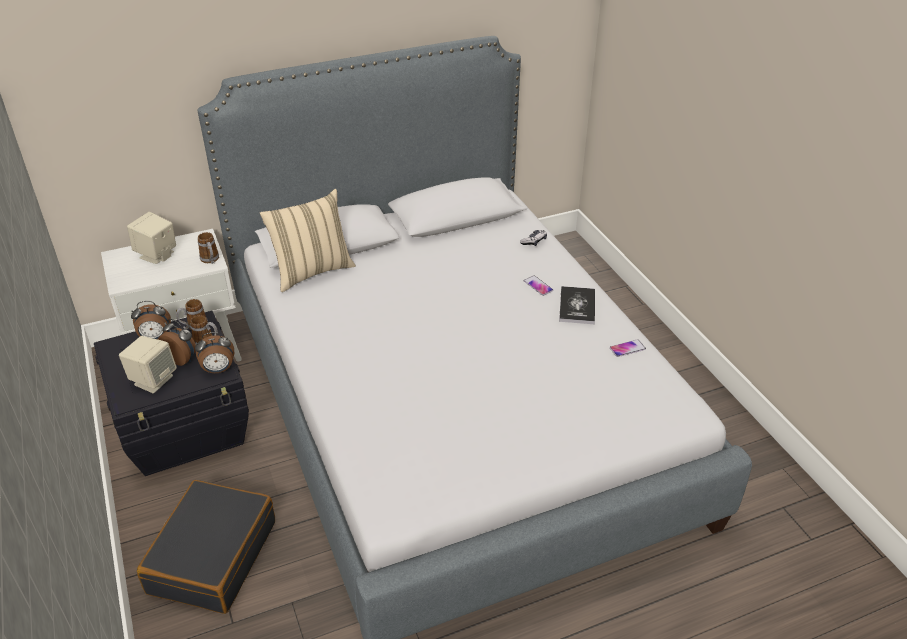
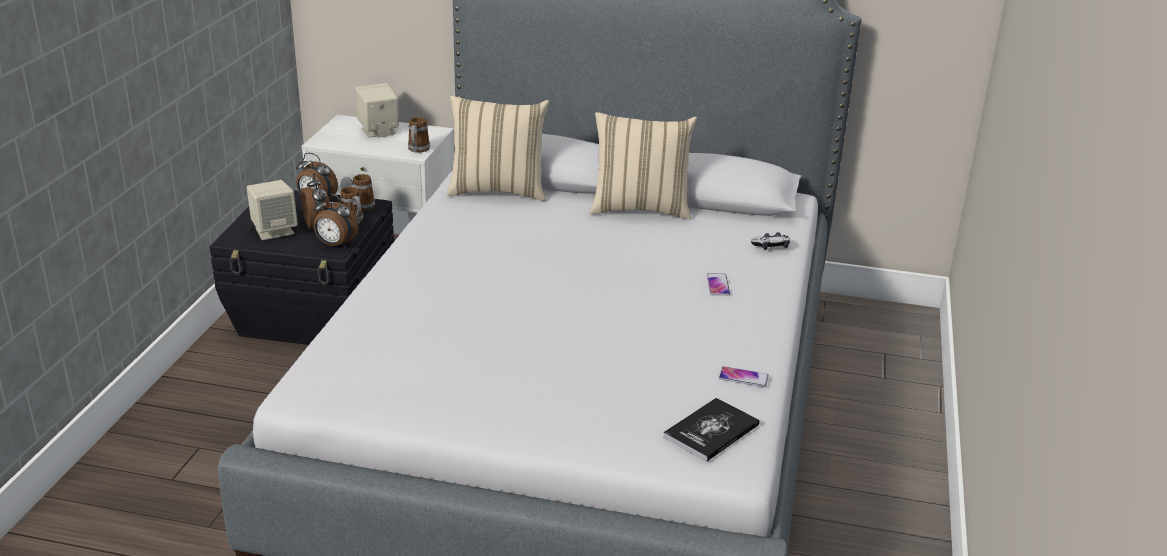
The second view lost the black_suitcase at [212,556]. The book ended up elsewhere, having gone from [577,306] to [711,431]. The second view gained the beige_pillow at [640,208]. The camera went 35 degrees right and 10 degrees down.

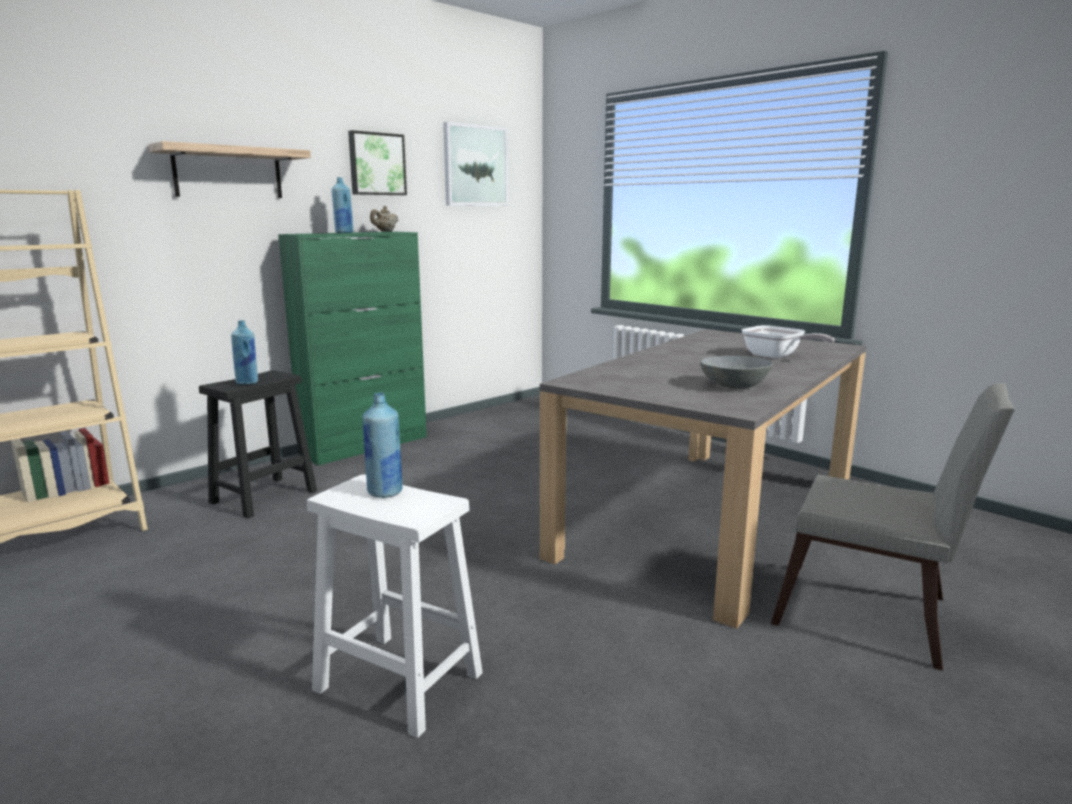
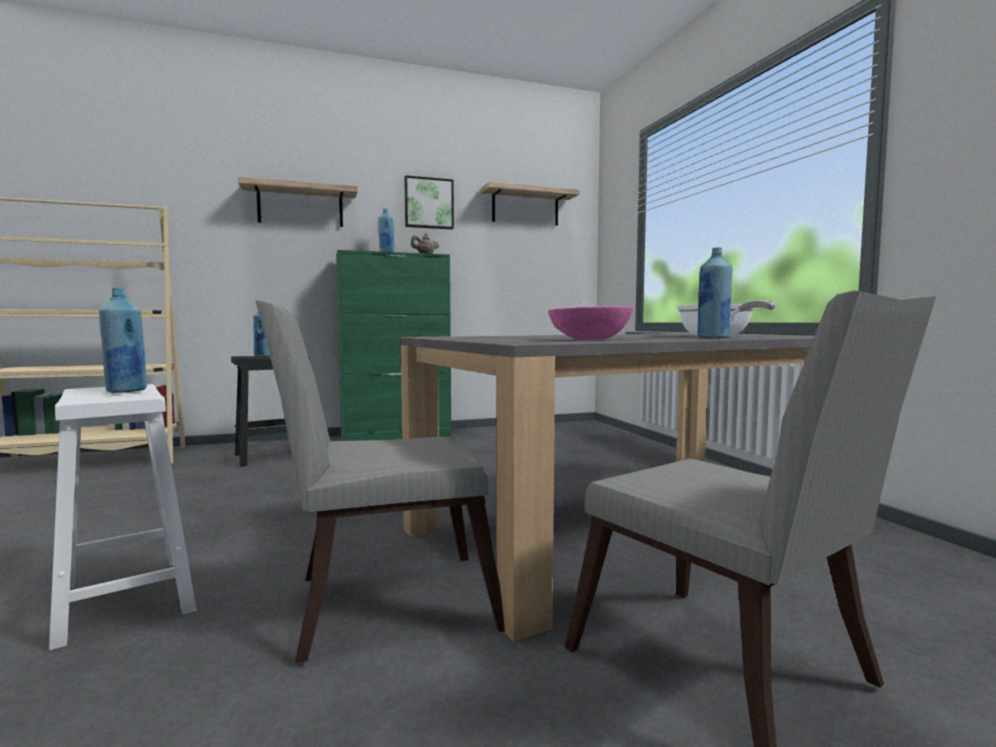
Where the picture hung at [475,166], the shelf came to hang at [525,207]. What was the grey_bowl at [735,386] turned into the pink_bowl at [590,339]. The second view gained the grey_chair at [380,603]. The second view gained the blue_bottle at [713,338]. The camera went 25 degrees right and 10 degrees down.

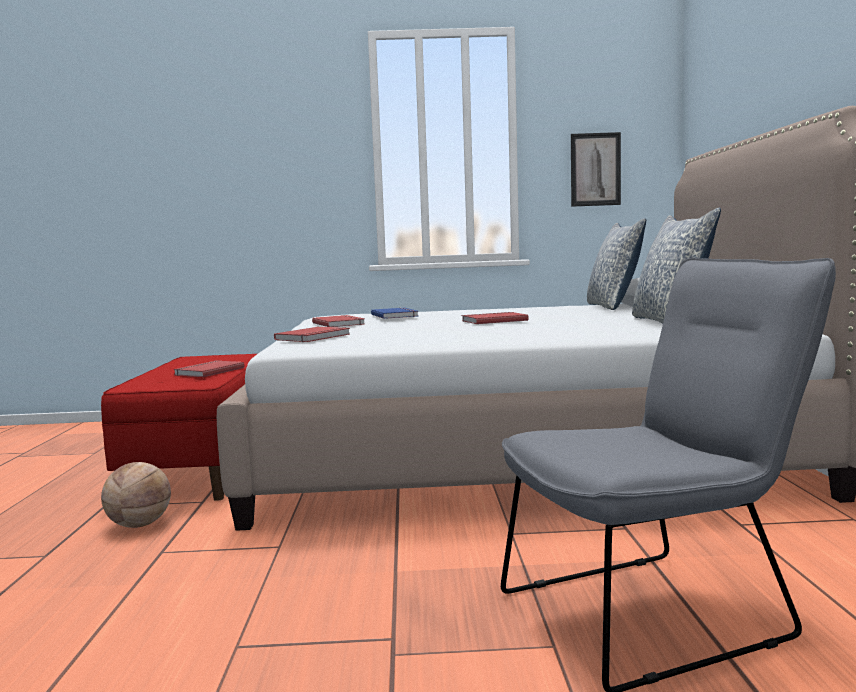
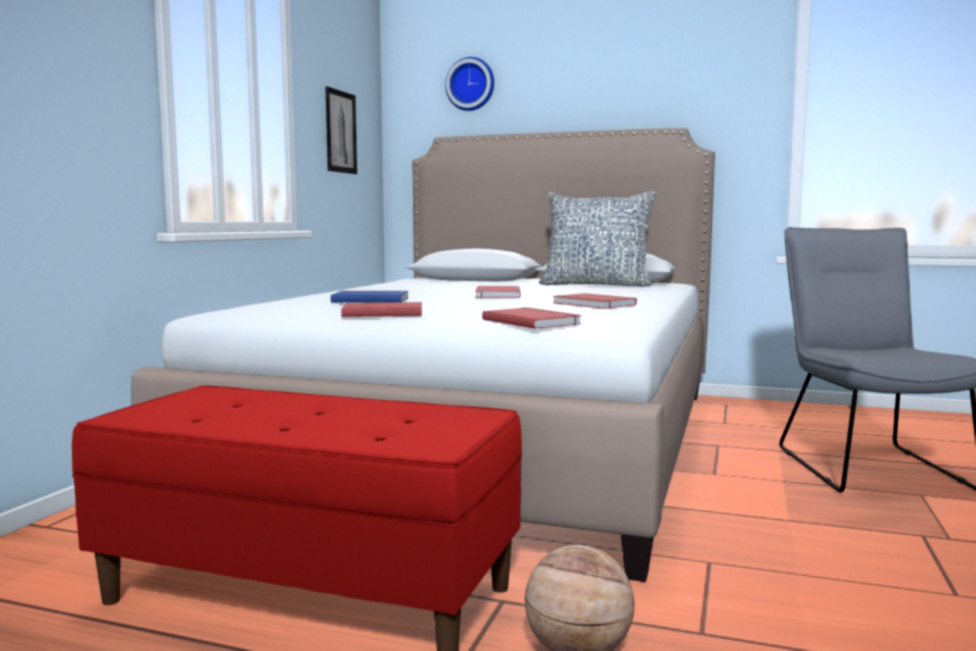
The red_book ended up elsewhere, having gone from [208,371] to [592,304]. The second view lost the pillow at [614,307]. The second view gained the wall_clock at [471,84]. The camera went 70 degrees left and 0 degrees up.

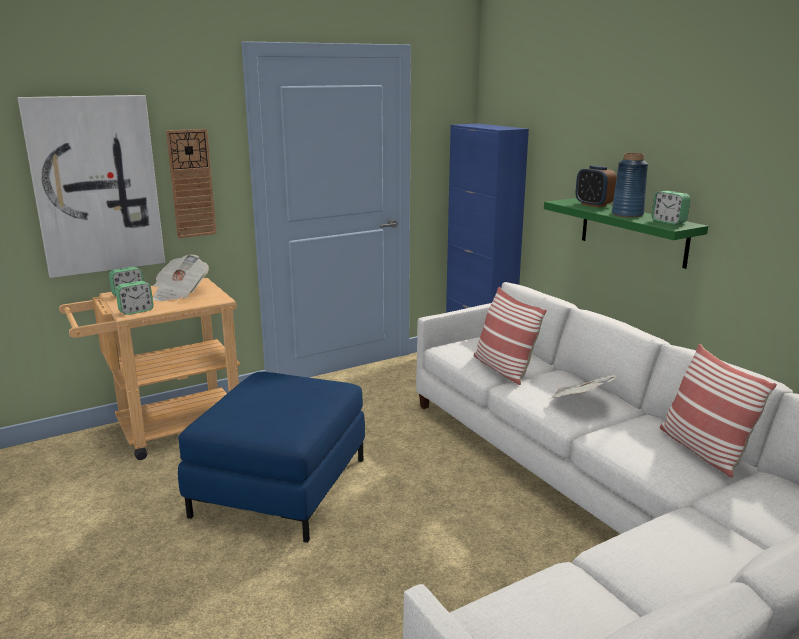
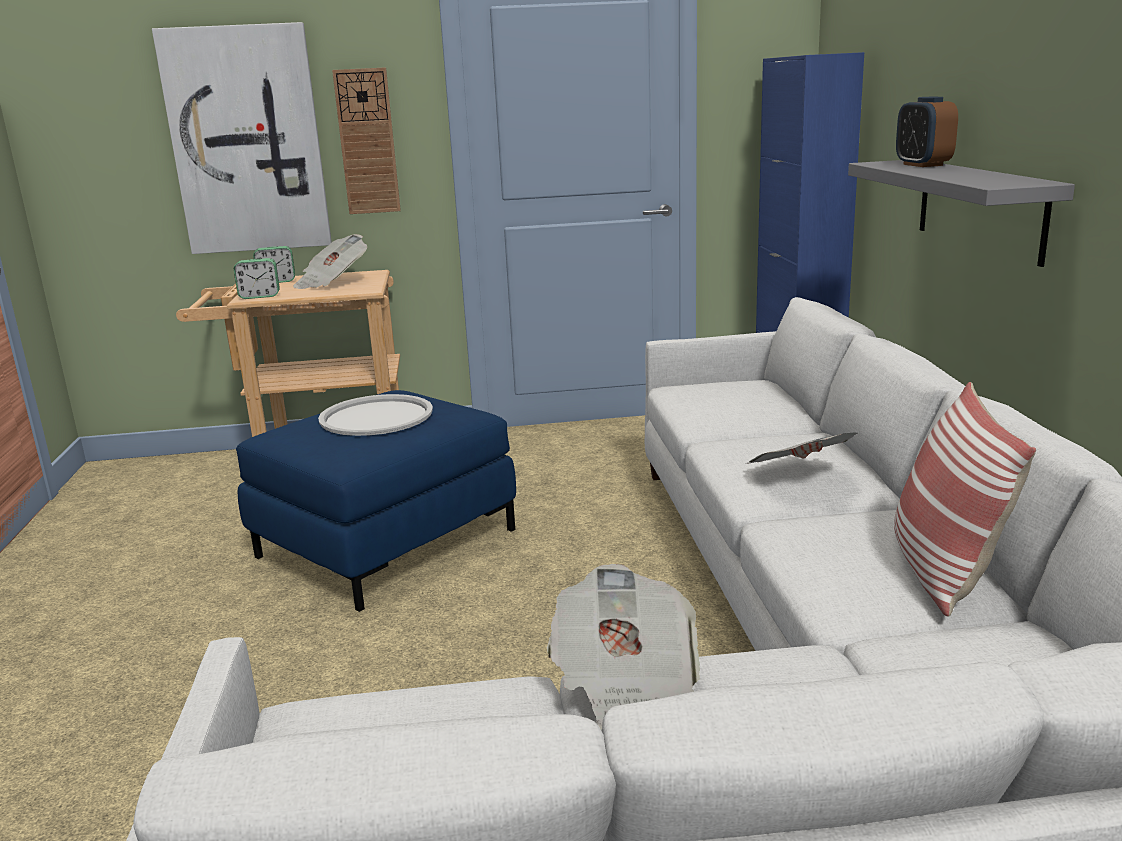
The second view lost the pillow at [503,369]. What was the green_shelf at [633,232] turned into the grey_shelf at [979,208]. The second view lost the blue_vase at [627,214]. The second view lost the alarm_clock at [668,221]. The second view gained the white_tray at [376,417]. The second view gained the newspaper at [625,684]. The camera went 25 degrees right and 0 degrees up.

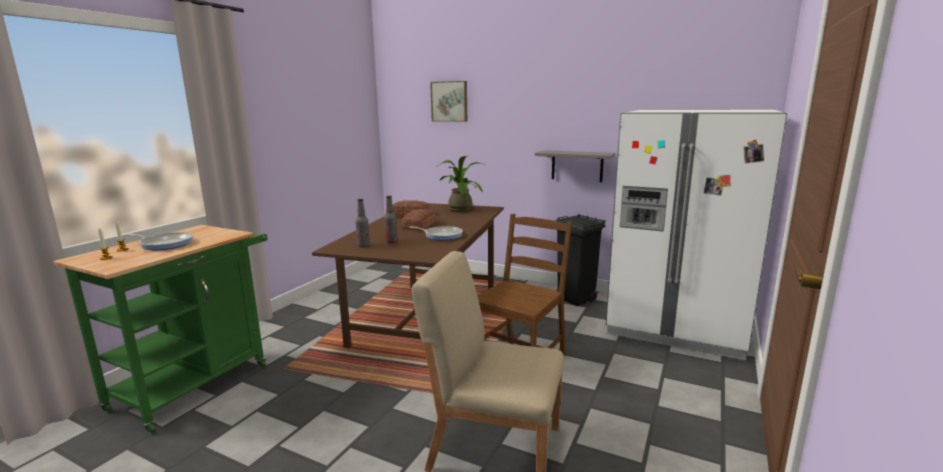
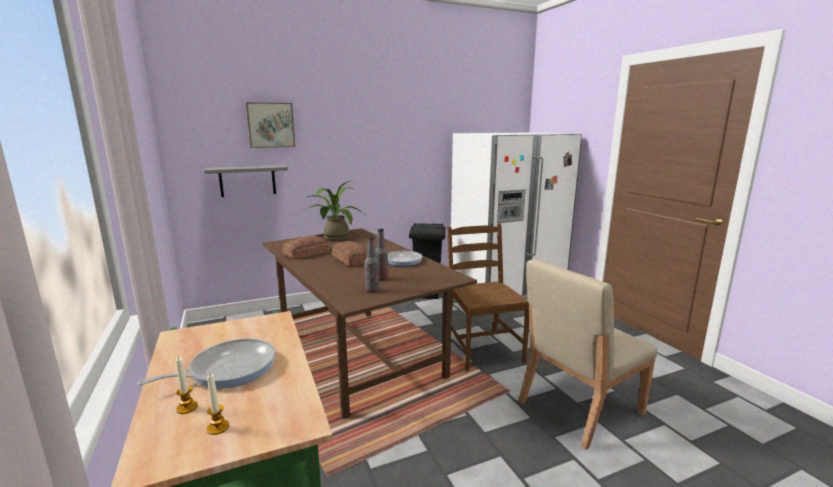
The grey_shelf ended up elsewhere, having gone from [577,166] to [247,181]. The camera went 50 degrees left and 0 degrees up.

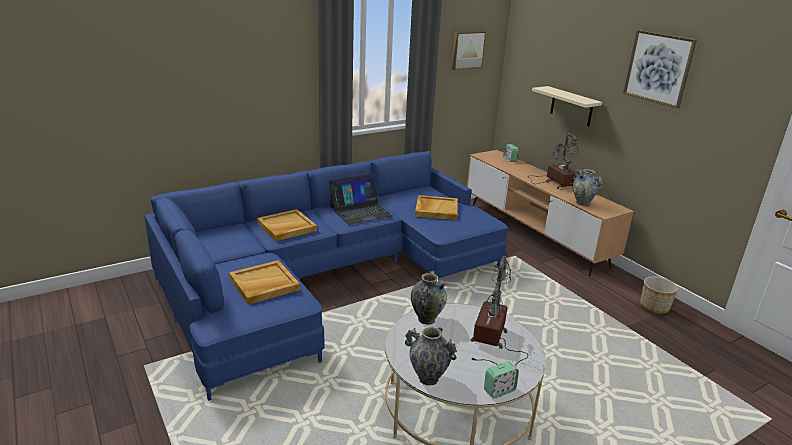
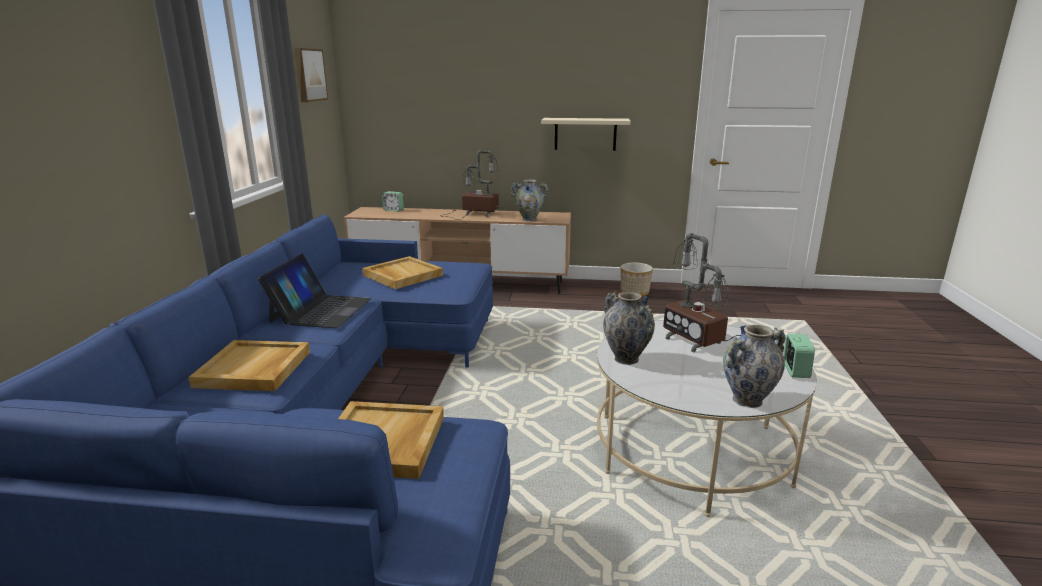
The beige_shelf ended up elsewhere, having gone from [571,106] to [585,134]. The second view lost the picture at [659,68]. The camera went 50 degrees left and 5 degrees down.

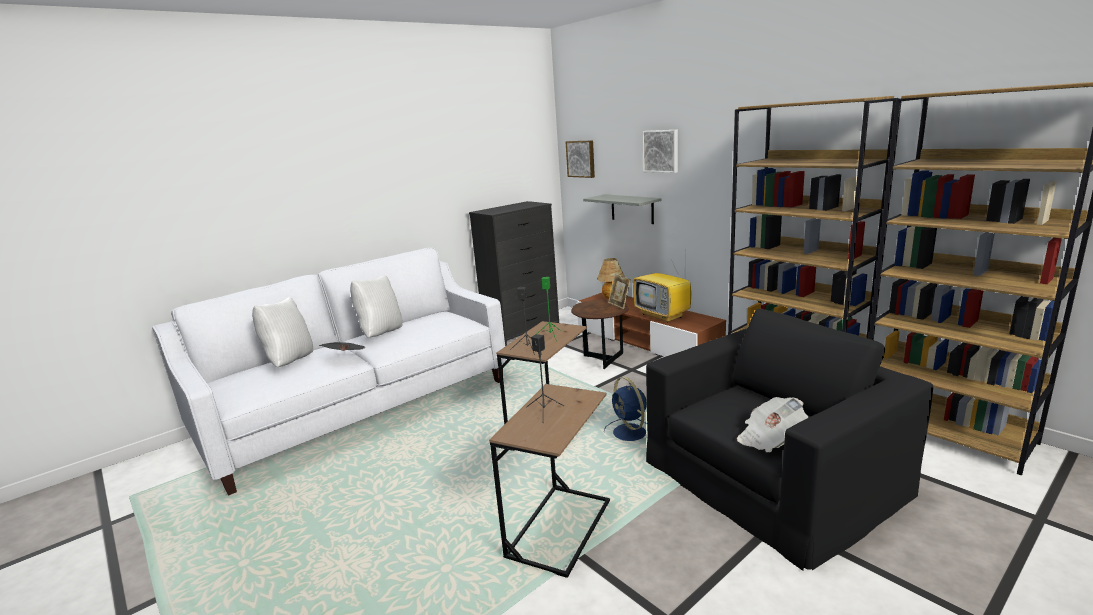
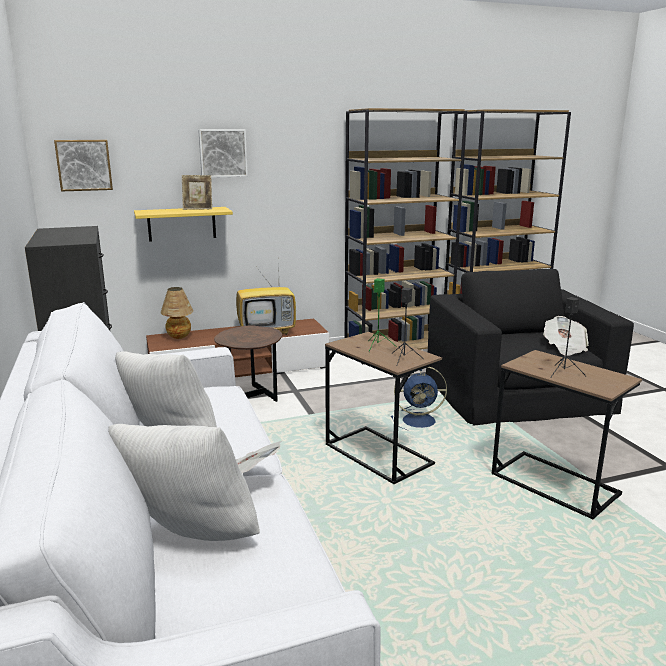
What was the grey_shelf at [632,209] turned into the yellow_shelf at [182,224]. The picture_frame ended up elsewhere, having gone from [619,305] to [198,209]. The camera went 70 degrees left and 0 degrees up.

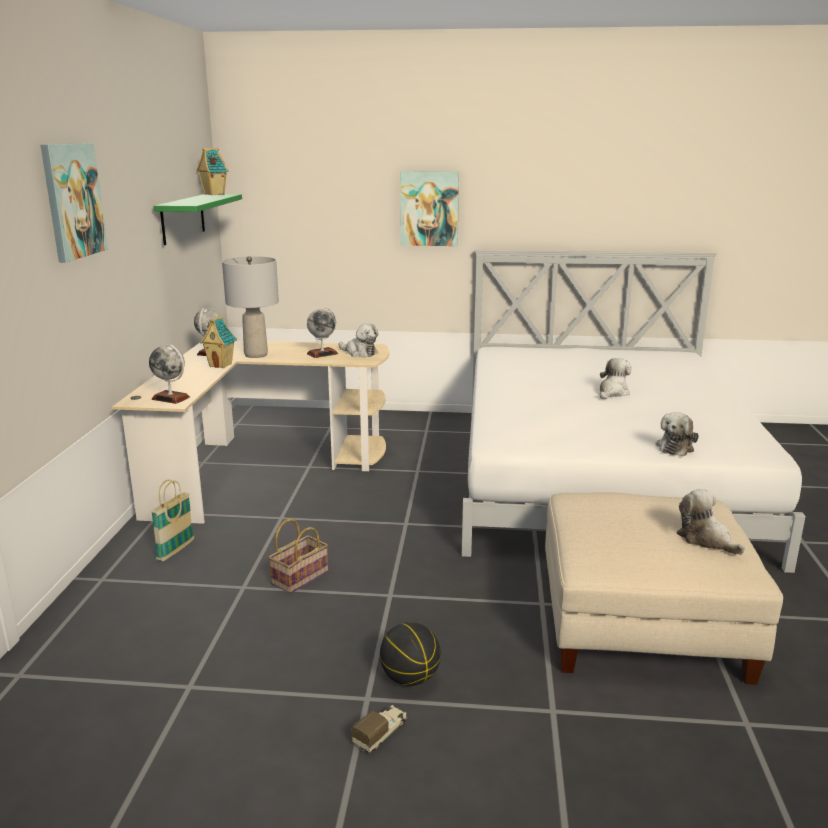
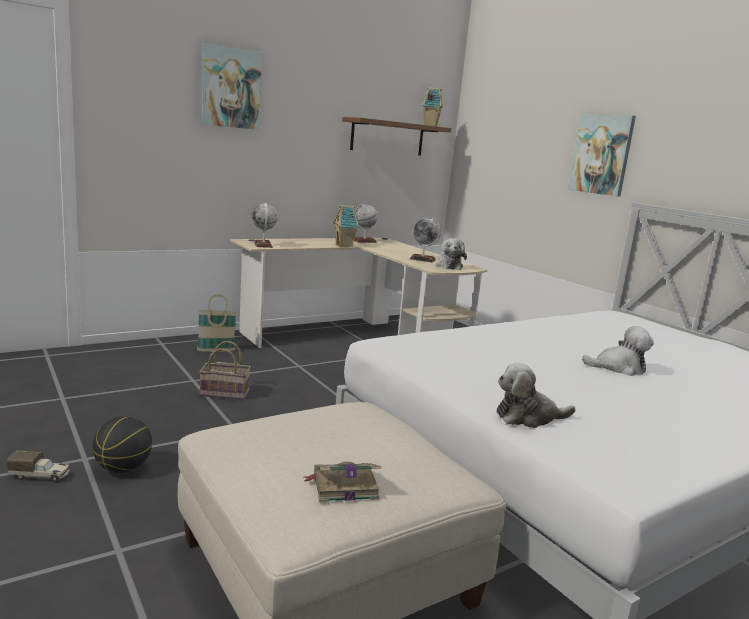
What was the green_shelf at [183,218] turned into the brown_shelf at [387,137]. The second view lost the grey_table_lamp at [256,355]. Where the plush_toy stood at [705,539], the book came to stand at [343,486]. The camera went 50 degrees right and 5 degrees down.

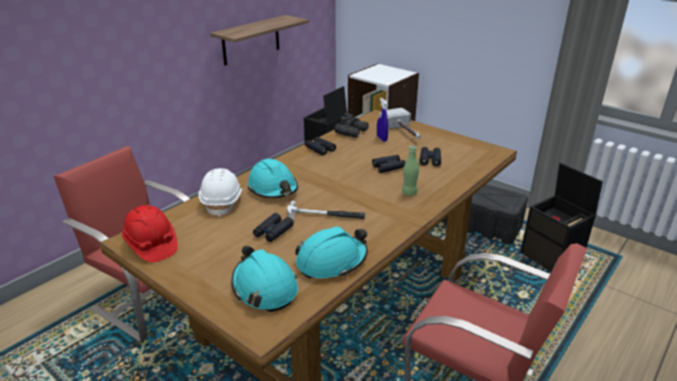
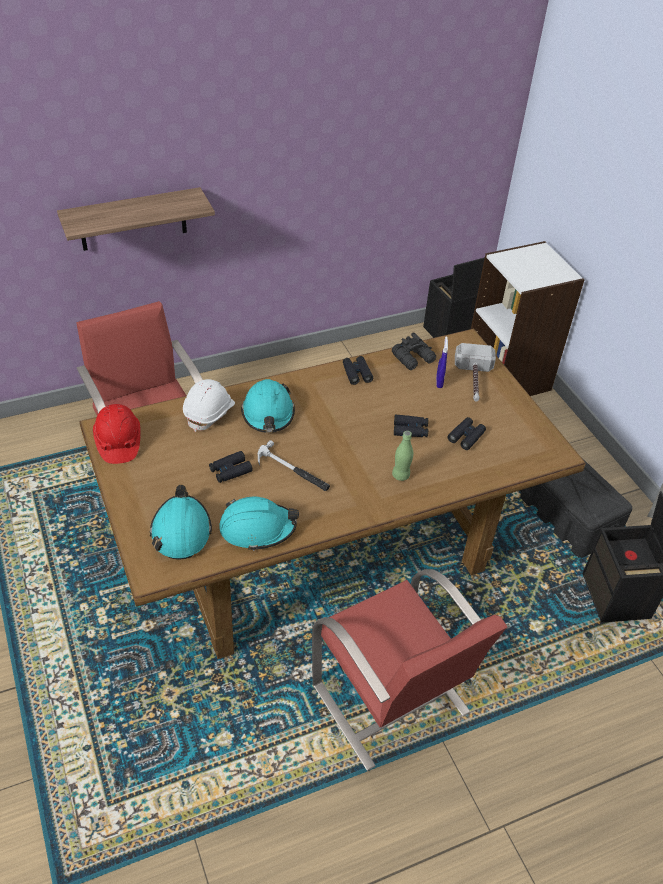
The shelf ended up elsewhere, having gone from [251,40] to [133,219]. The camera went 25 degrees right and 15 degrees up.

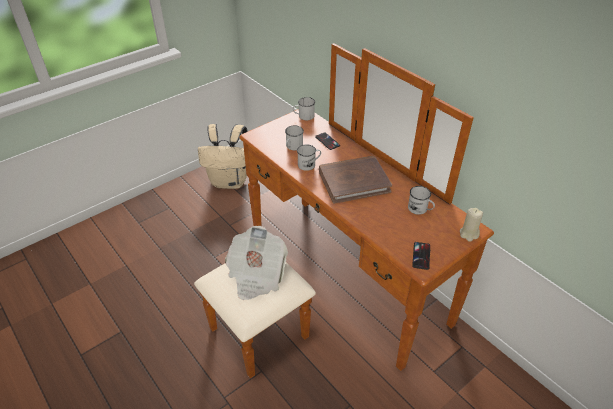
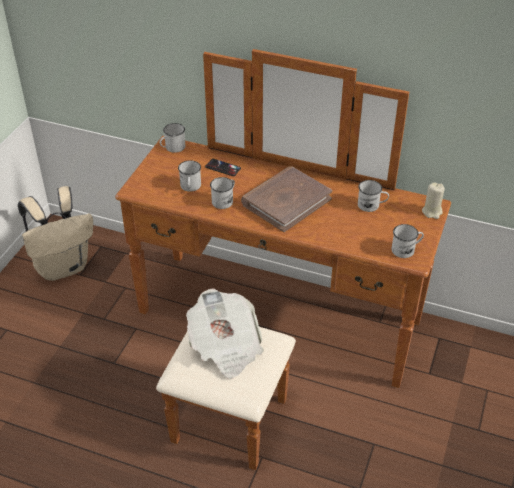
Where the phone stood at [421,256], the white_mug came to stand at [406,249]. The camera went 30 degrees left and 0 degrees up.

